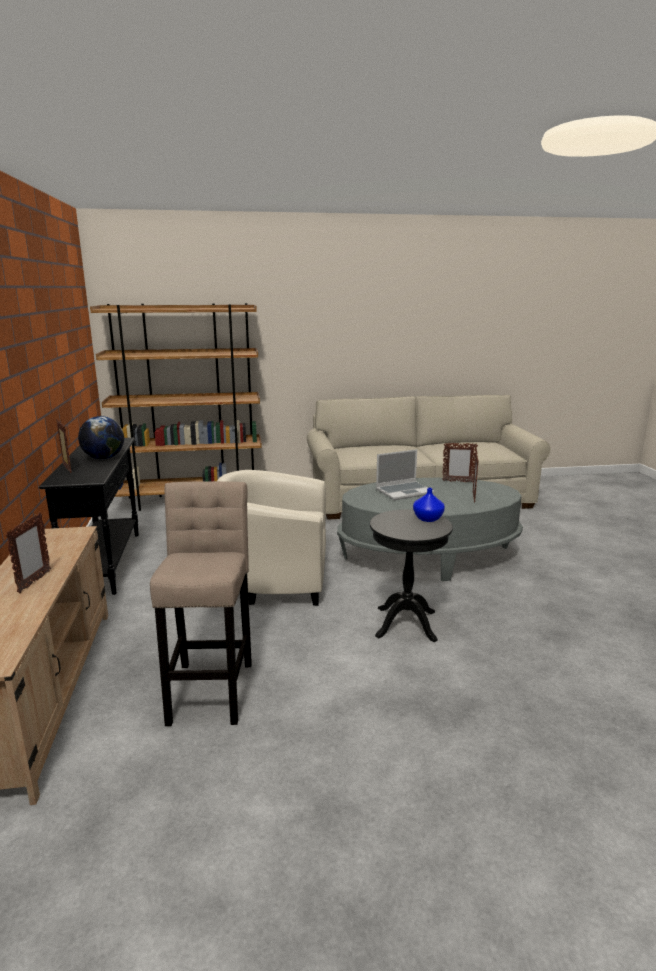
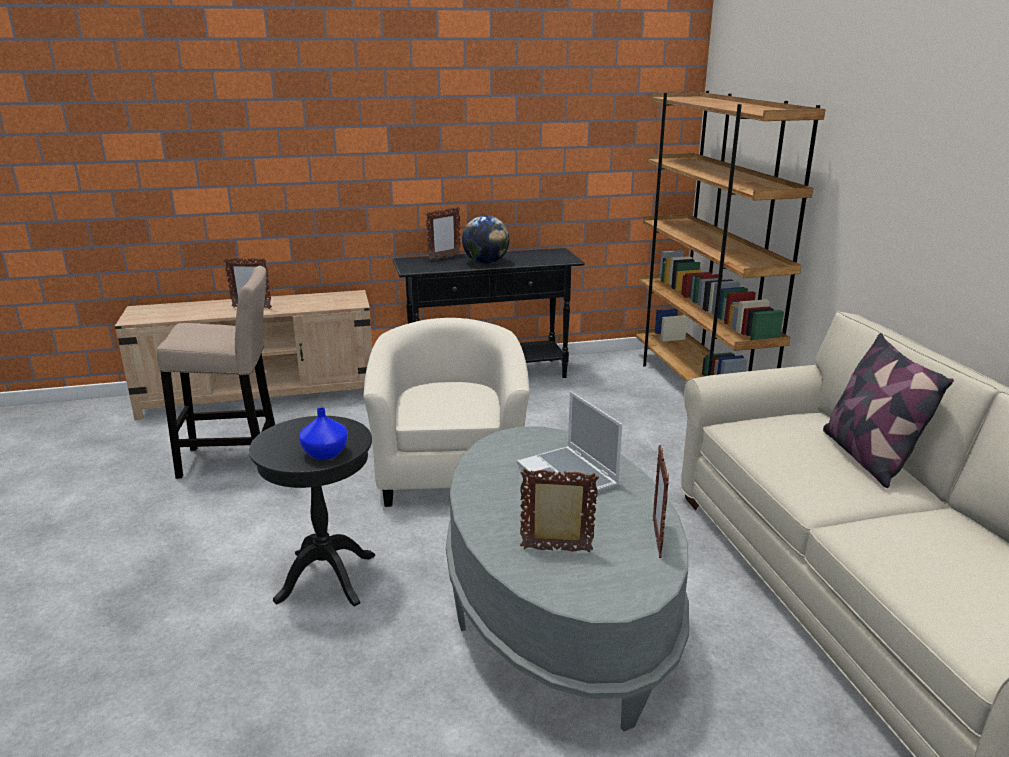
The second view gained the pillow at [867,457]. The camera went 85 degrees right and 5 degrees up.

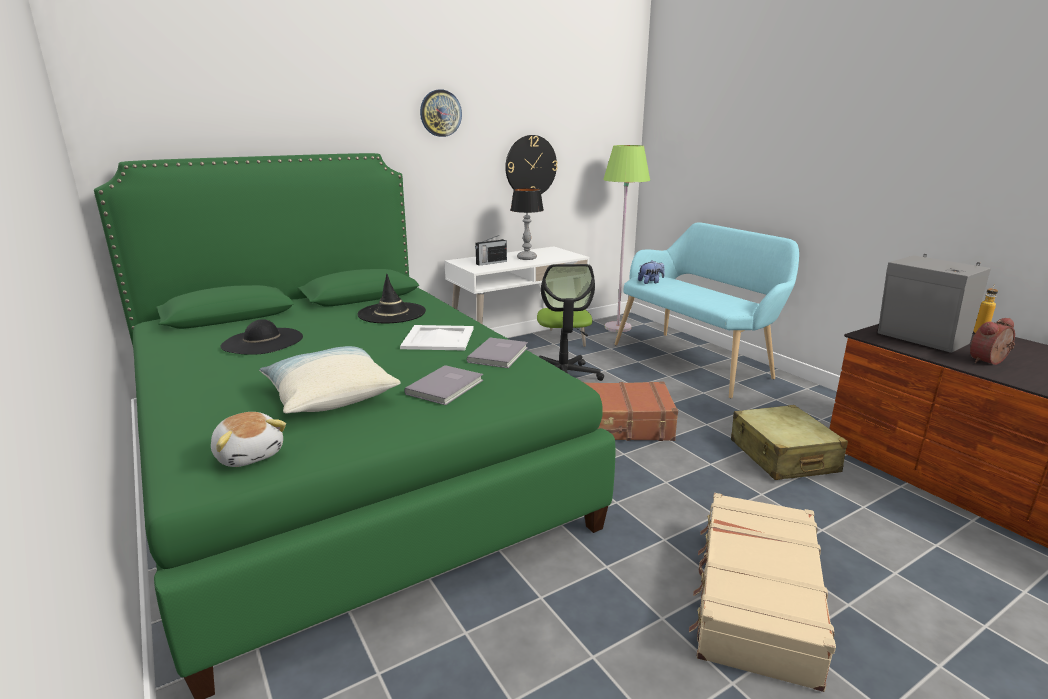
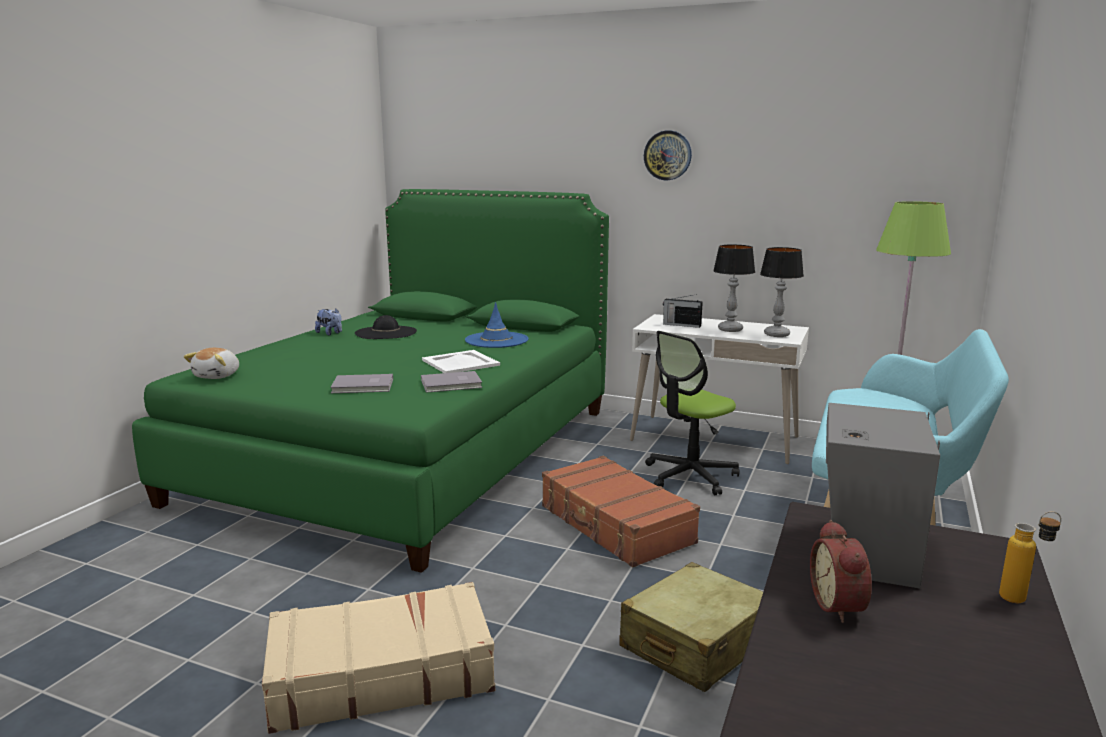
The second view lost the pillow at [329,396]. What was the black_hat at [392,313] turned into the blue_hat at [496,340]. The second view lost the wall_clock at [530,166]. The plush_toy ended up elsewhere, having gone from [650,282] to [330,333]. The alarm_clock at [989,362] ended up facing another way, 120 degrees counterclockwise from before. The second view gained the table_lamp at [777,334]. The camera went 55 degrees right and 5 degrees down.

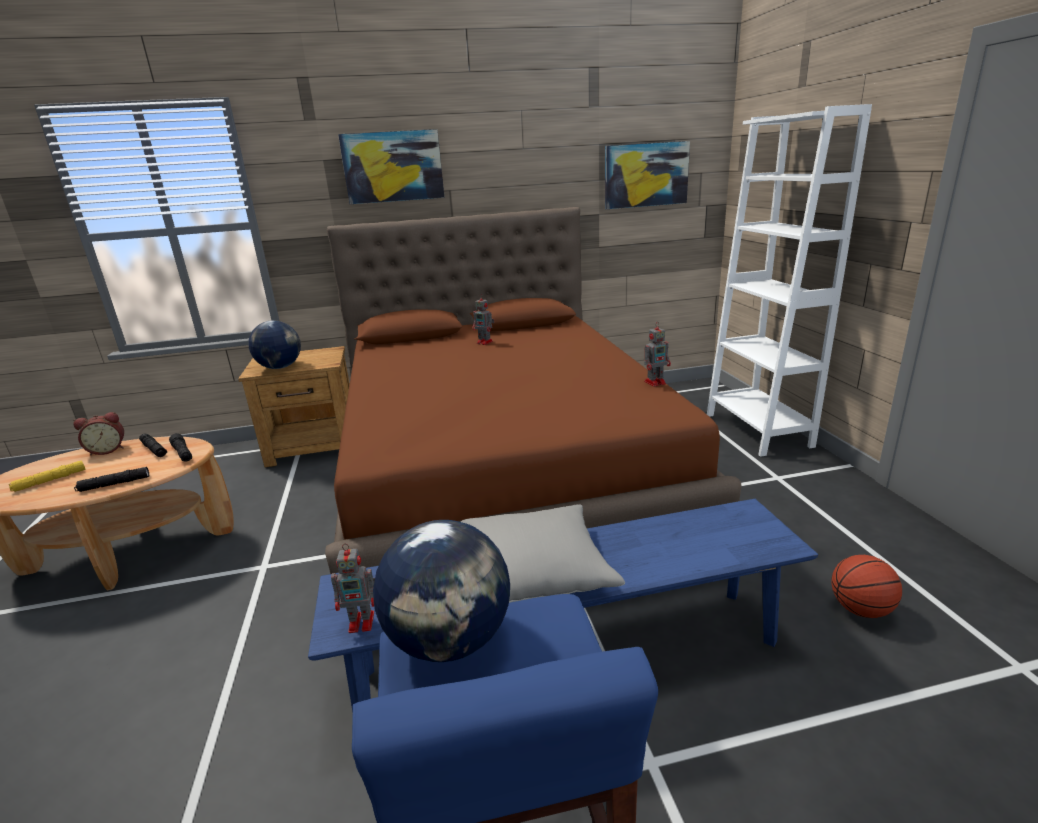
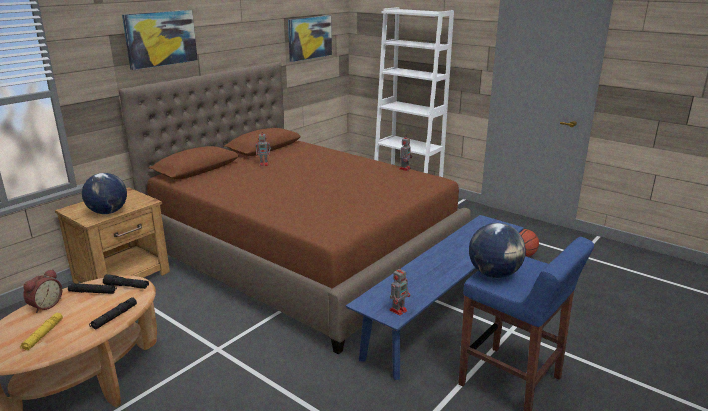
The second view lost the grey_pillow at [536,572]. The camera went 40 degrees left and 0 degrees up.

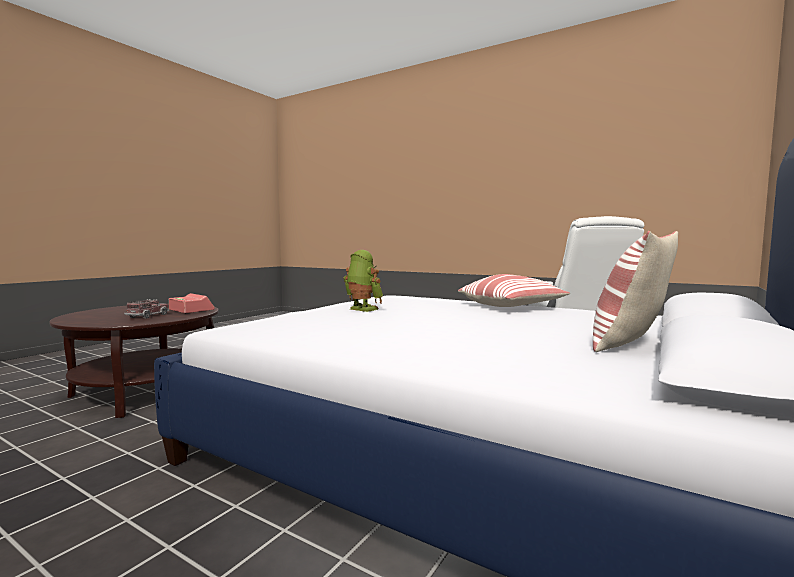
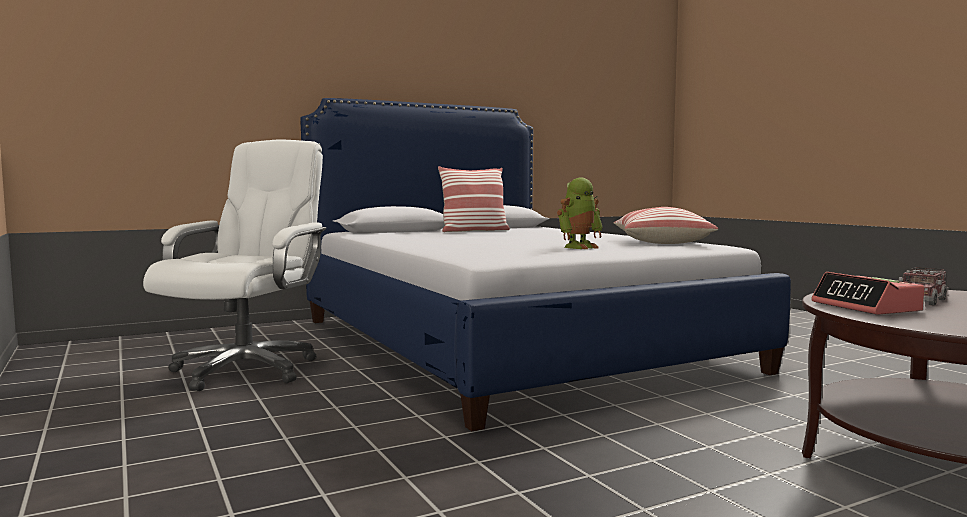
The toy_robot at [361,309] ended up facing another way, 105 degrees counterclockwise from before. The pillow ended up elsewhere, having gone from [512,307] to [661,242]. The camera went 150 degrees left and 0 degrees up.

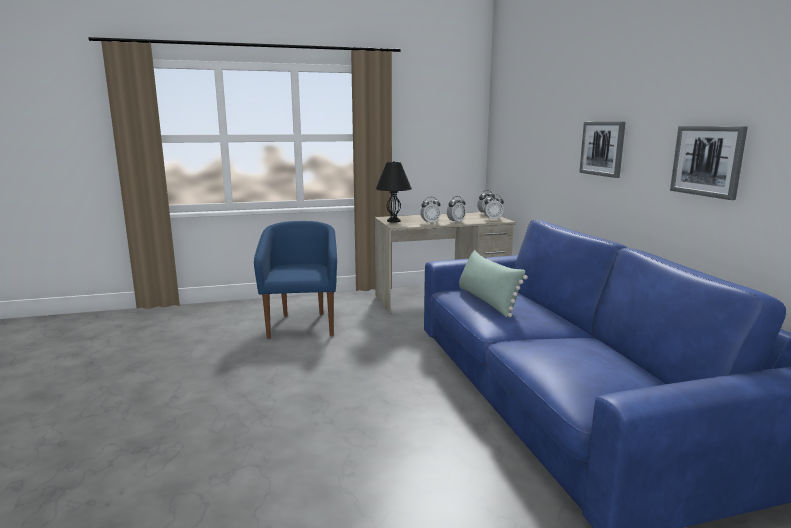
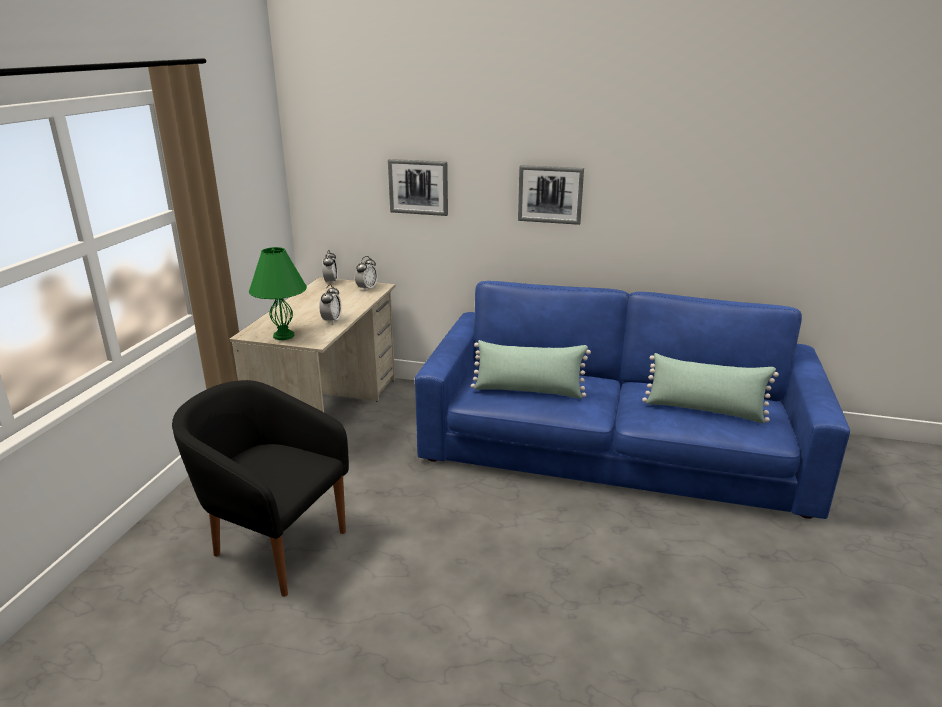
What was the blue_armchair at [302,325] turned into the black_armchair at [274,547]. What was the black_table_lamp at [393,221] turned into the green_table_lamp at [283,336]. The second view lost the alarm_clock at [456,222]. The picture ended up elsewhere, having gone from [707,161] to [418,187]. The second view gained the green_pillow at [704,410]. The camera went 60 degrees left and 10 degrees up.

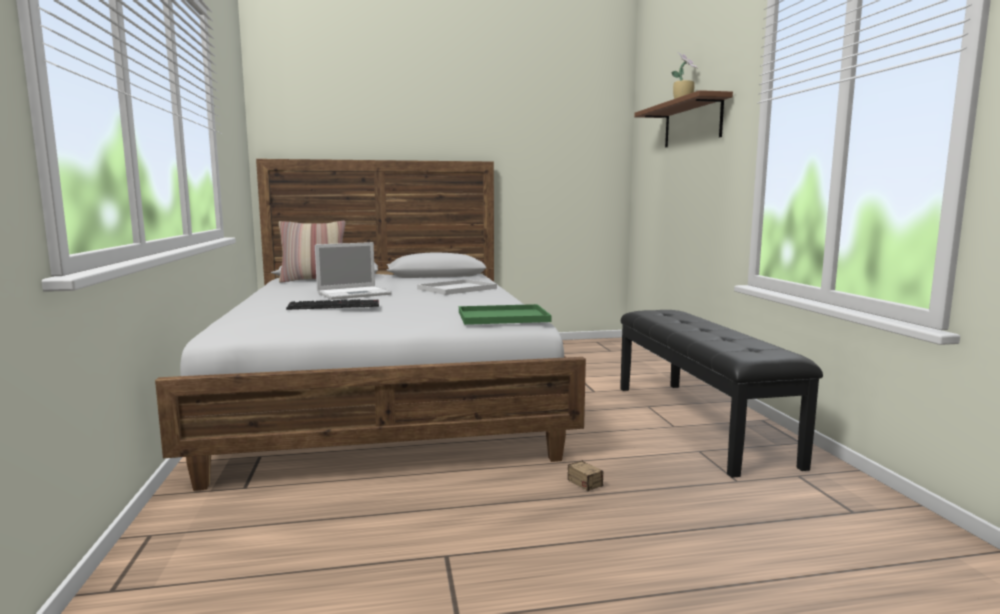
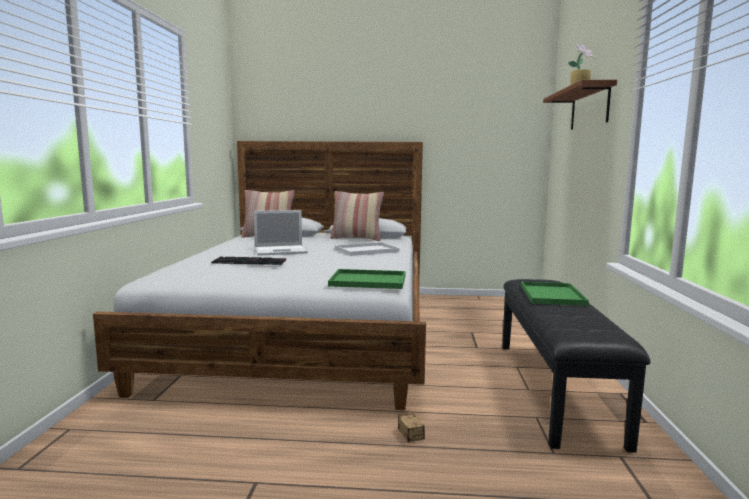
The second view gained the pillow at [356,239]. The second view gained the green_tray at [551,294]. The camera went 15 degrees right and 0 degrees up.

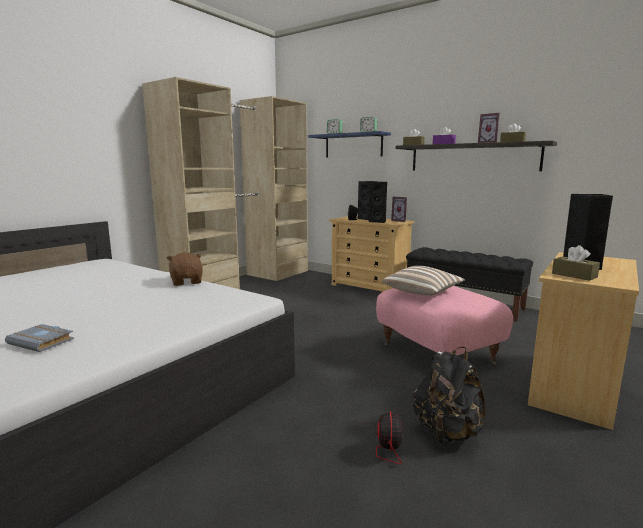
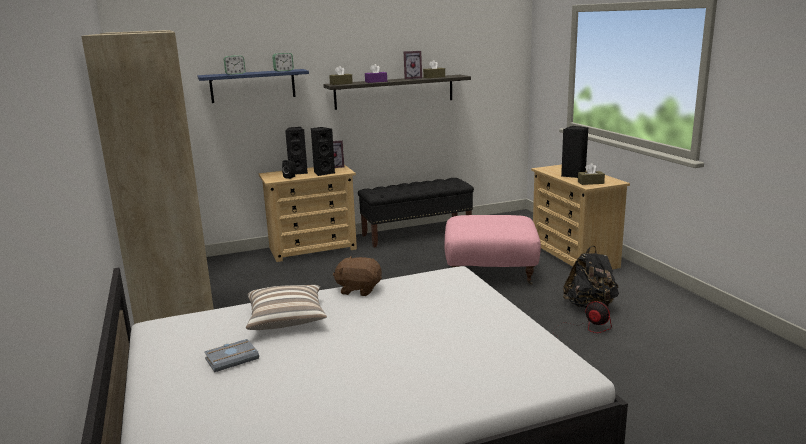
The grey_book ended up elsewhere, having gone from [43,341] to [232,358]. The pillow ended up elsewhere, having gone from [423,292] to [286,320]. The camera went 55 degrees left and 5 degrees up.

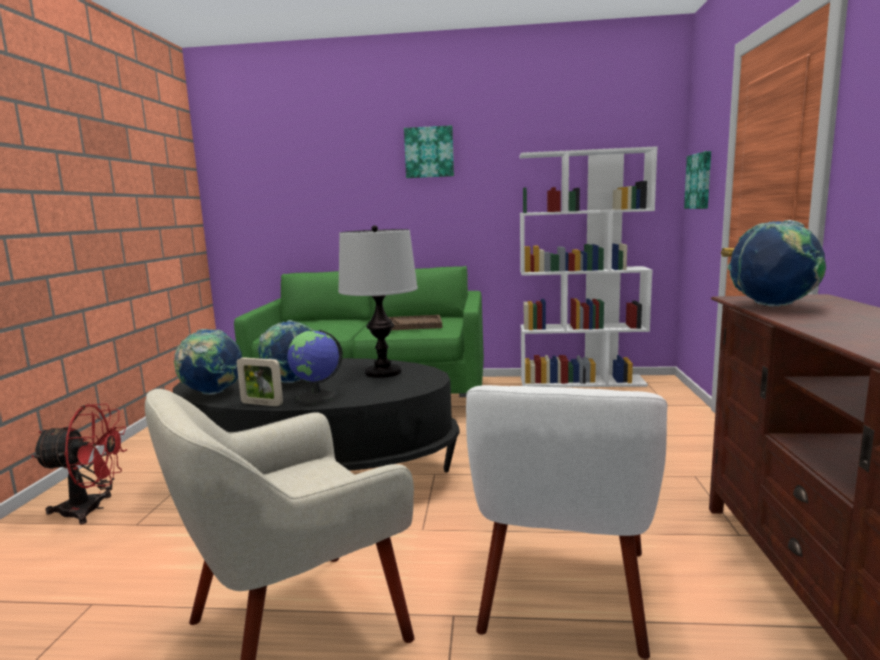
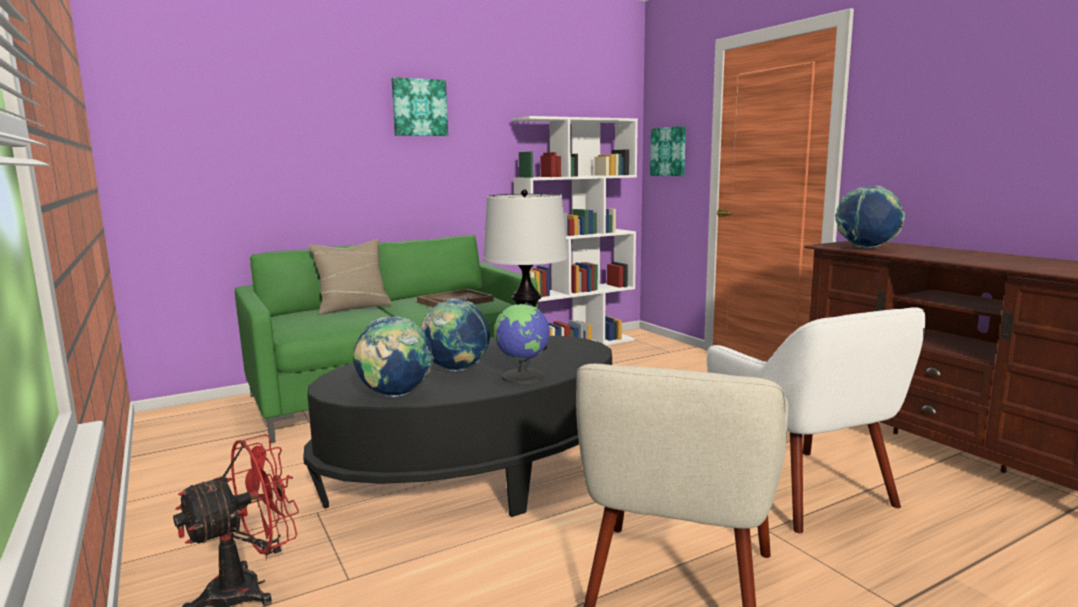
The second view lost the picture_frame at [262,404]. The second view gained the beige_pillow at [353,308]. The camera went 35 degrees left and 0 degrees up.

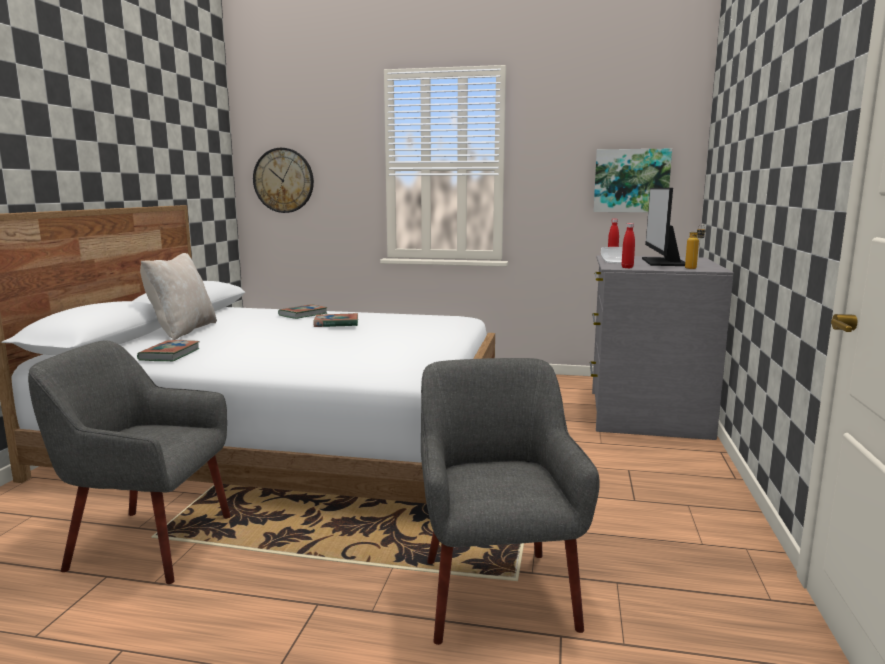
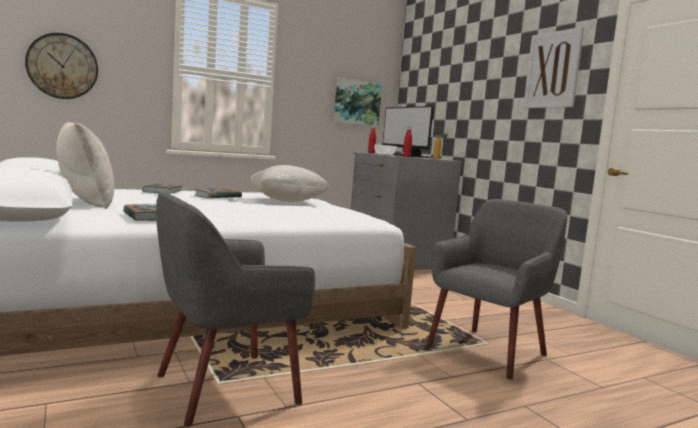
The grey_armchair at [496,592] ended up facing another way, 90 degrees clockwise from before. The second view gained the beige_pillow at [287,201]. The second view gained the picture at [552,70]. The camera went 40 degrees left and 5 degrees down.

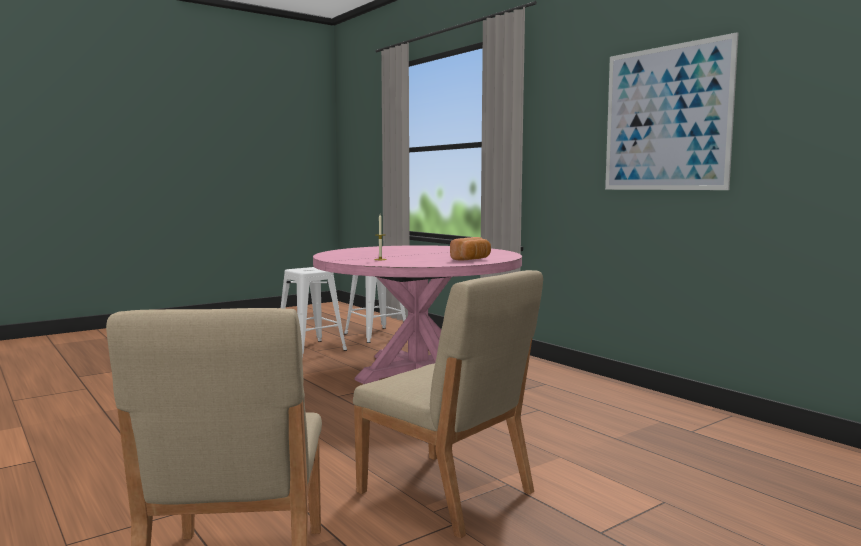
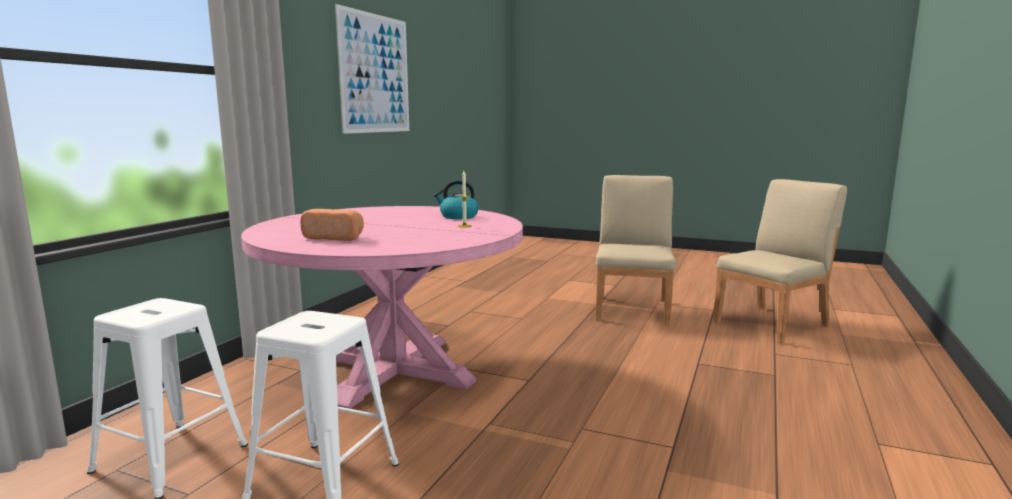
The bread ended up elsewhere, having gone from [472,259] to [335,238]. The second view gained the kettle at [458,216]. The camera went 120 degrees left and 5 degrees up.

